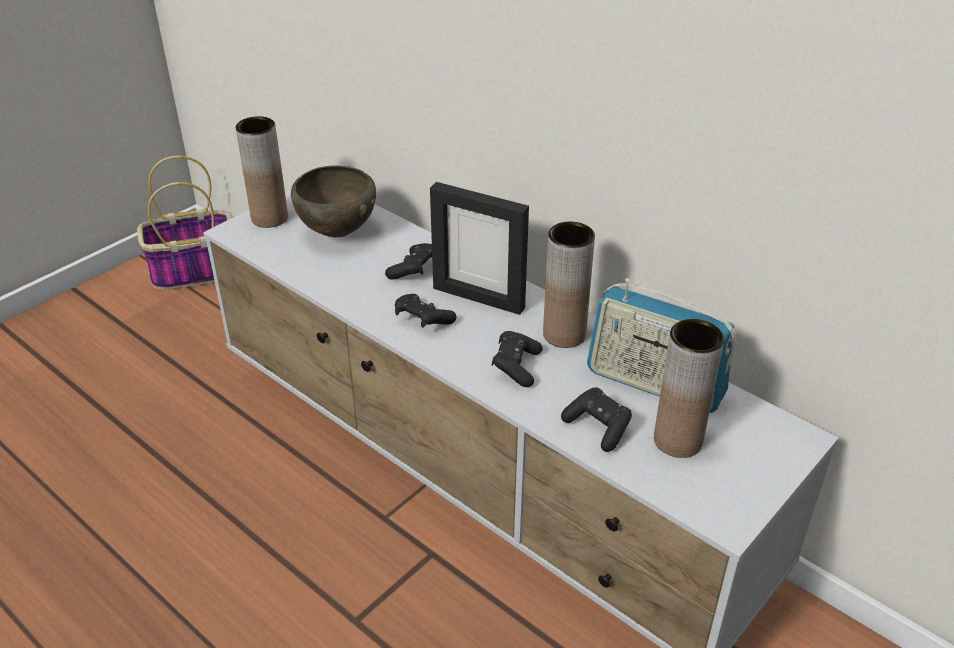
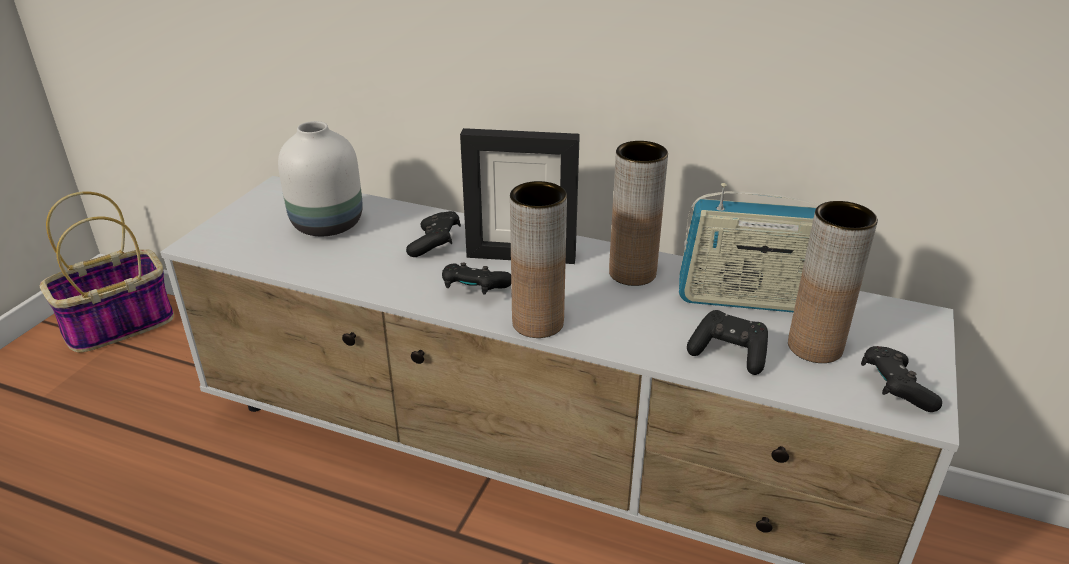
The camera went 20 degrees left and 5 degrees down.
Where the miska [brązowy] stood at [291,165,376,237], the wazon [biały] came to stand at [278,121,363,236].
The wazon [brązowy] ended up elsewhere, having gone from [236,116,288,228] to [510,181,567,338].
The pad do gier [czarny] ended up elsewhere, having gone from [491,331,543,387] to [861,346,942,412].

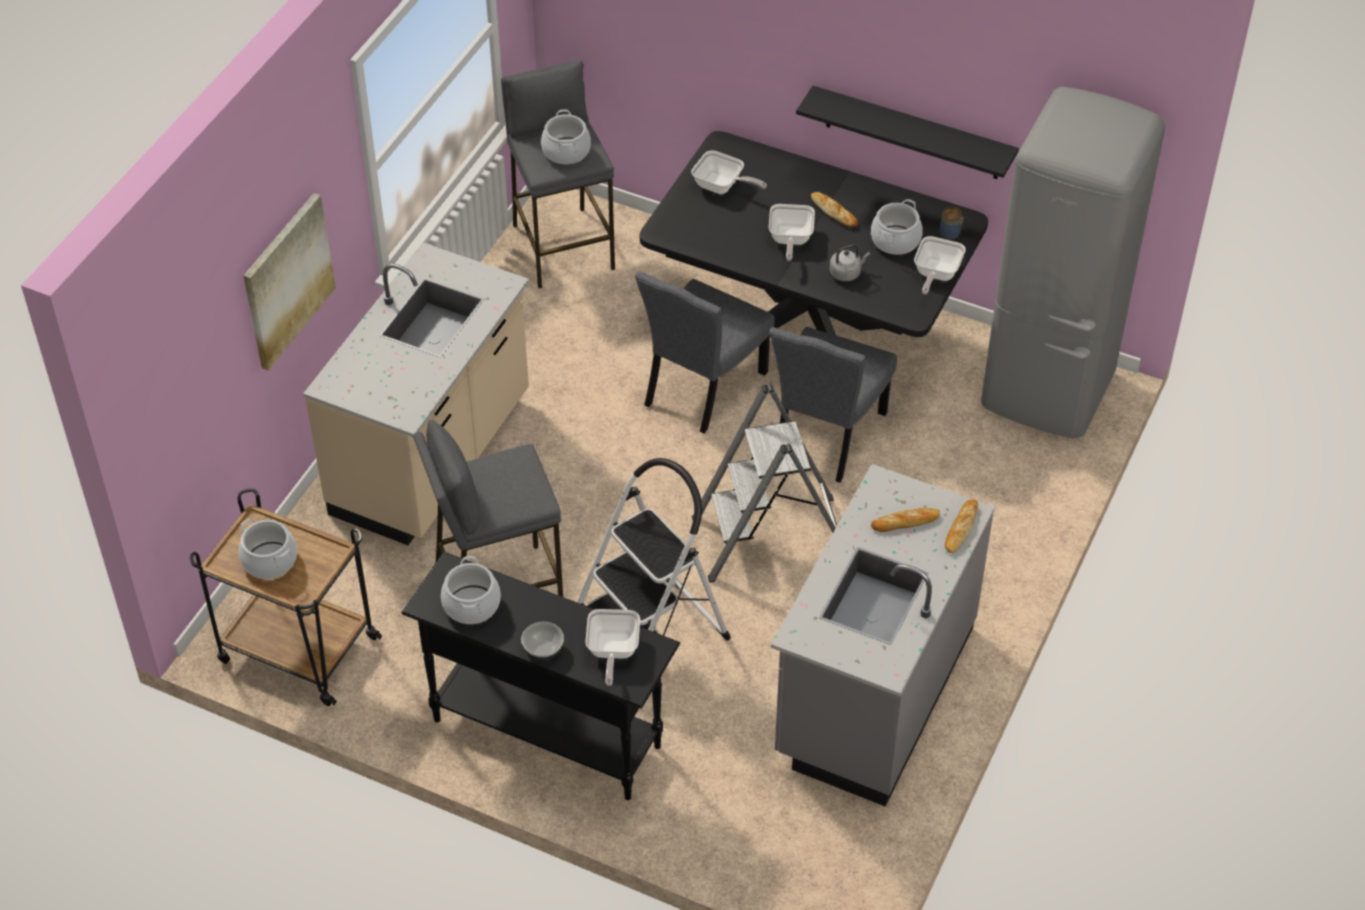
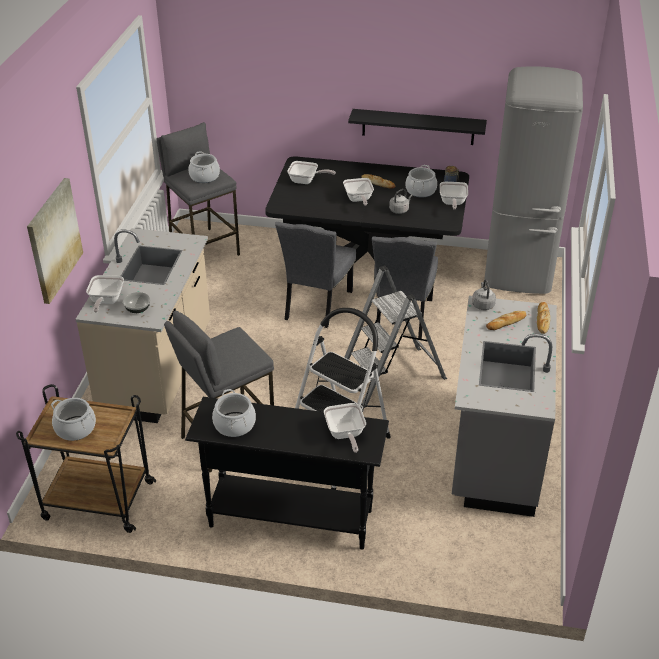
The camera went 15 degrees left and 10 degrees down.
The second view gained the patelnia at [86,275,124,313].
The miska ended up elsewhere, having gone from [521,622,564,660] to [123,292,150,313].
The second view gained the czajnik [szary] at [472,280,496,310].

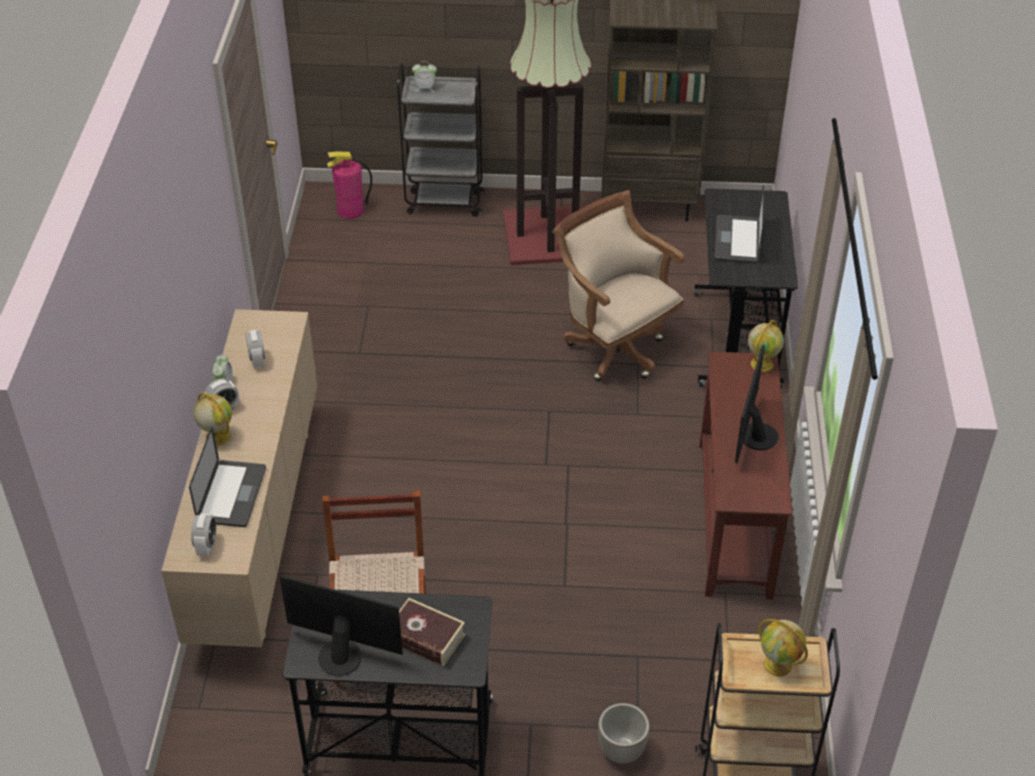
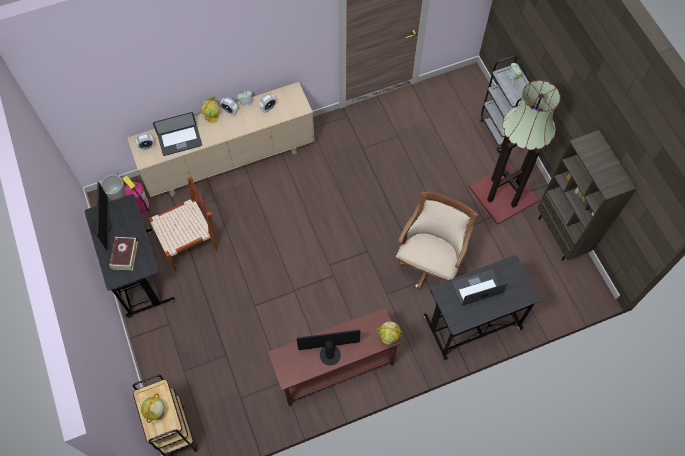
The camera went 65 degrees right and 20 degrees up.
The donica ended up elsewhere, having gone from [598,703,649,763] to [100,174,125,200].
The gaśnica ended up elsewhere, having gone from [327,152,372,219] to [122,175,150,213].

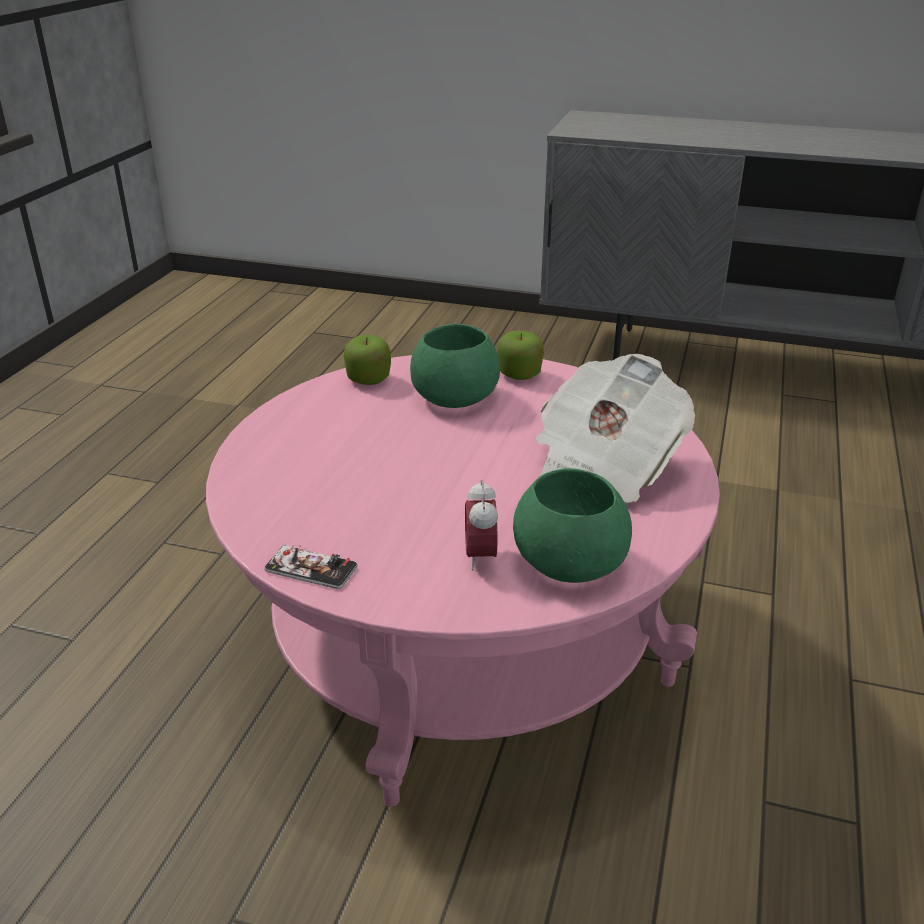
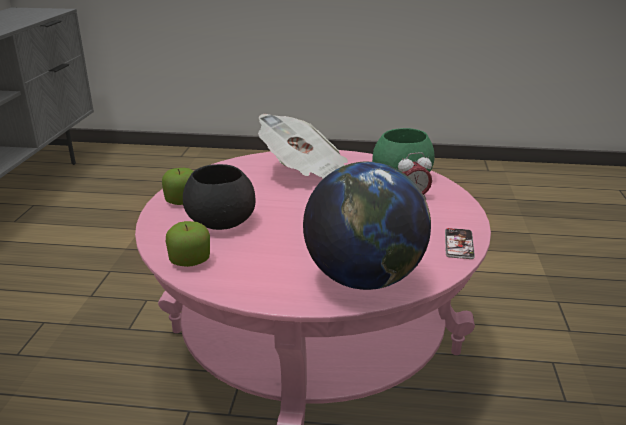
The camera went 100 degrees left and 5 degrees down.
What was the miska [zielony] at [410,324,500,408] turned into the miska [czarny] at [183,164,255,230].
The second view gained the globus at [303,161,431,290].

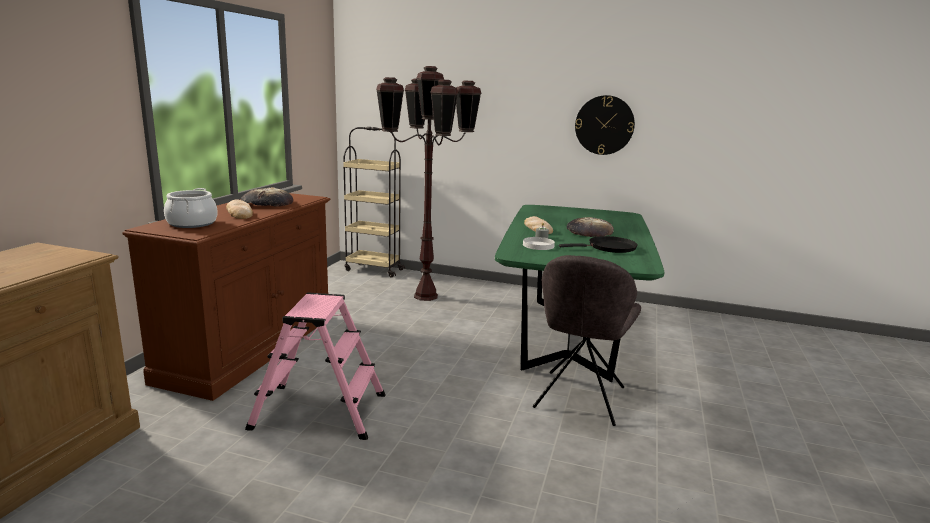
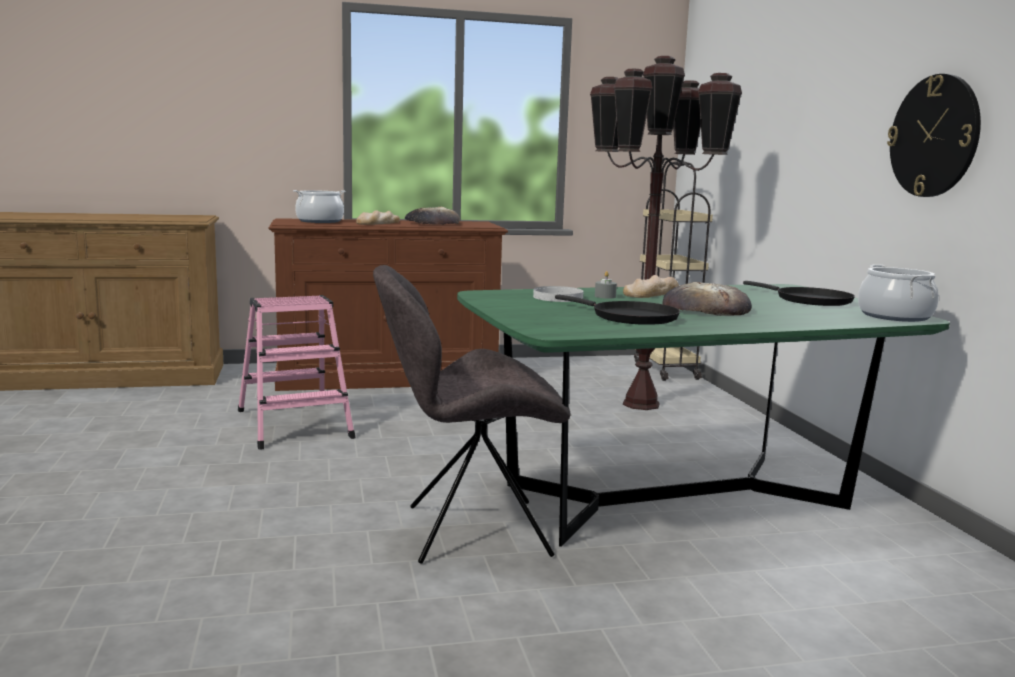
The camera went 60 degrees right and 5 degrees down.
The second view gained the patelnia [czarny] at [743,281,855,306].
The second view gained the garnek at [858,264,939,322].

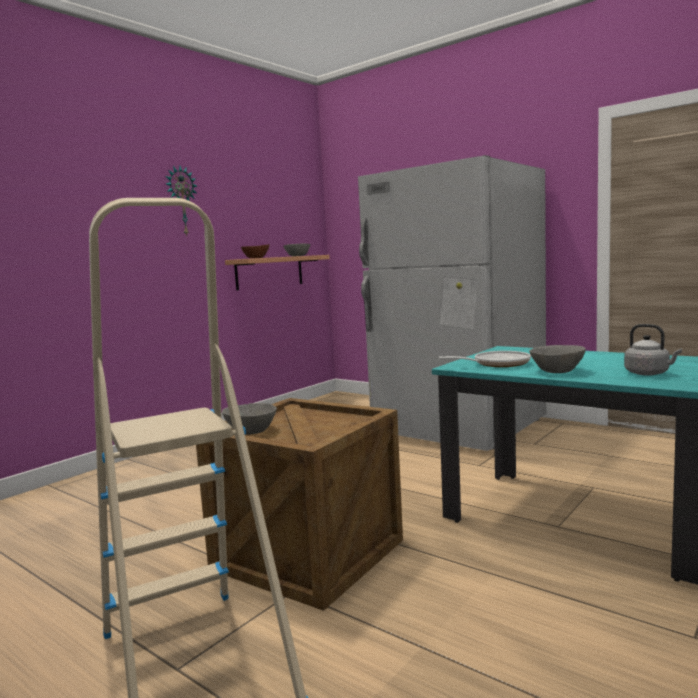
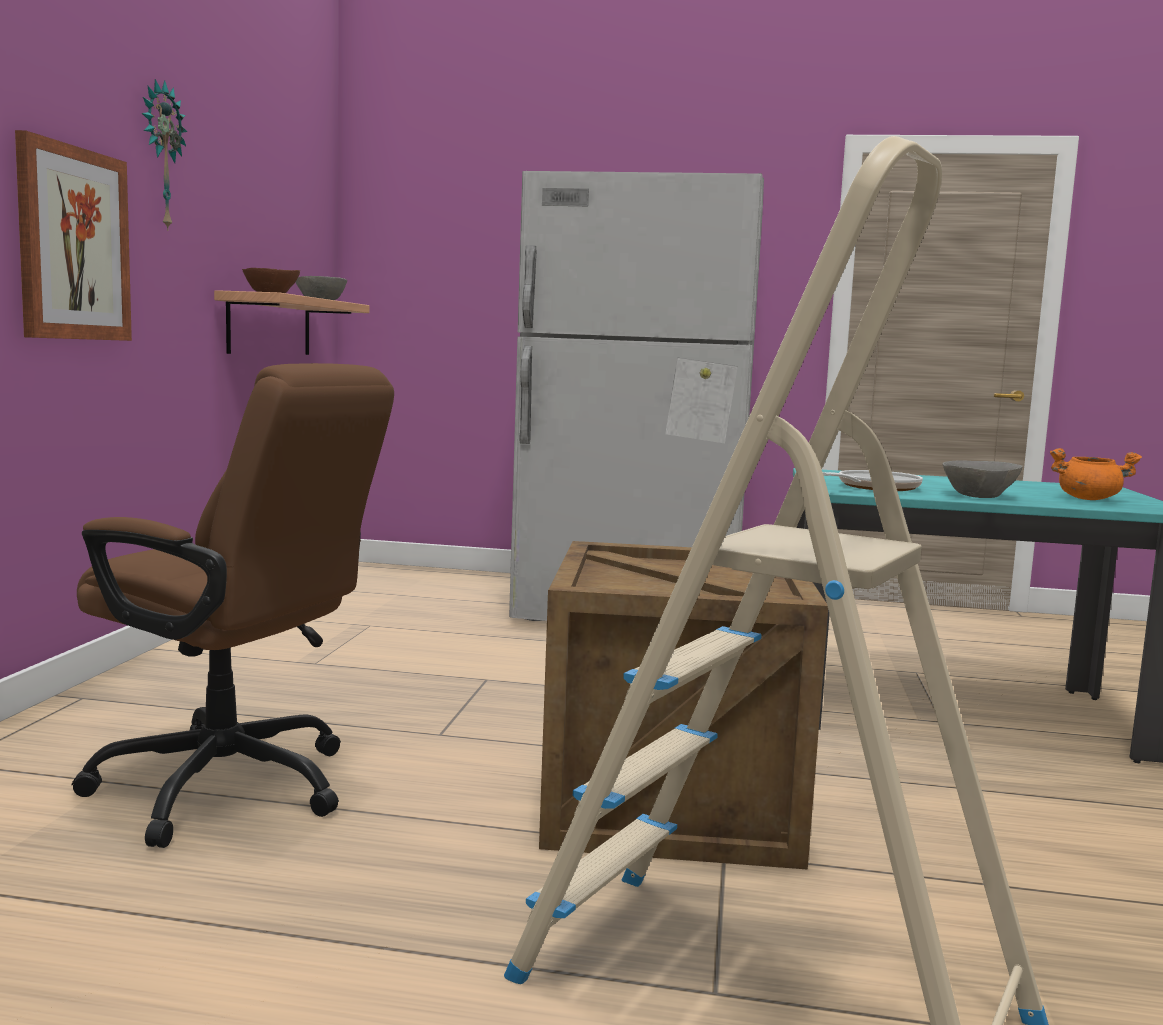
The camera went 30 degrees left and 0 degrees up.
The second view gained the obraz at [15,130,132,341].
The second view gained the krzesło biurowe [brązowy] at [71,363,394,848].
Where the czajnik [szary] stood at [624,324,682,376], the garnek [pomarańczowy] came to stand at [1050,448,1142,500].
The second view lost the miska [szary] at [222,403,277,435].

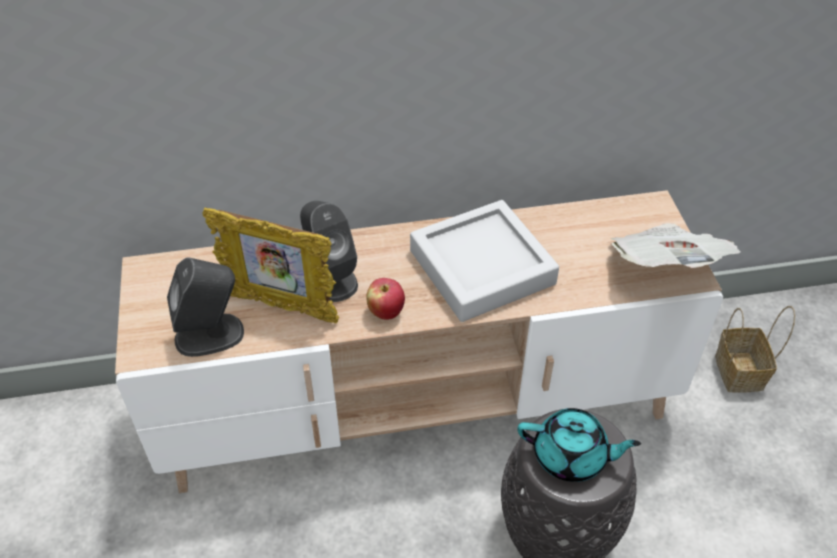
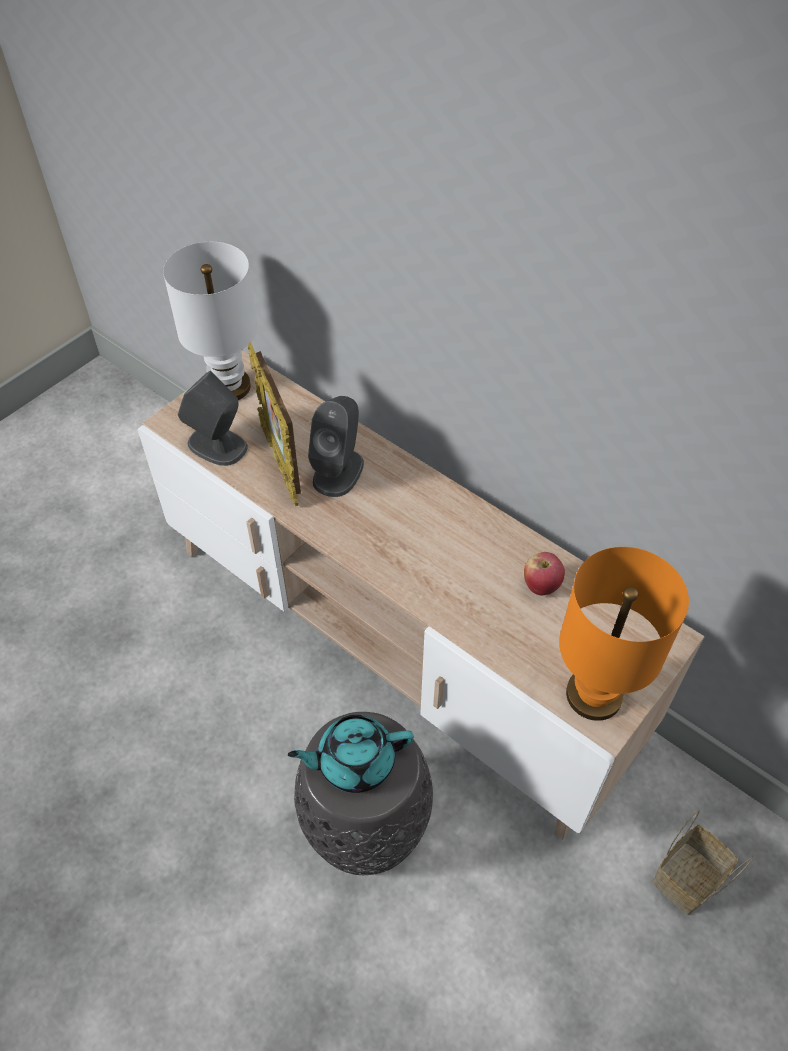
The camera went 50 degrees right and 5 degrees up.
The second view gained the lampa stołowa [biały] at [163,242,258,400].
The imbryk [turkusowy] at [517,408,641,482] ended up facing another way, 105 degrees clockwise from before.
The jabłko ended up elsewhere, having gone from [366,278,405,320] to [524,552,565,595].
Where the gazeta stood at [611,223,740,268], the lampa stołowa [pomarańczowy] came to stand at [559,547,689,721].
The second view lost the taca [szary] at [410,200,559,322].

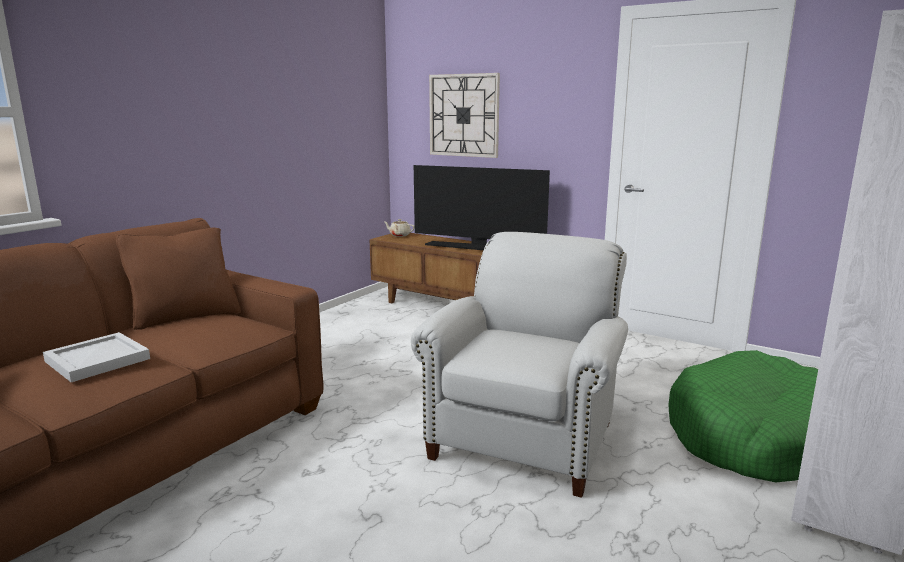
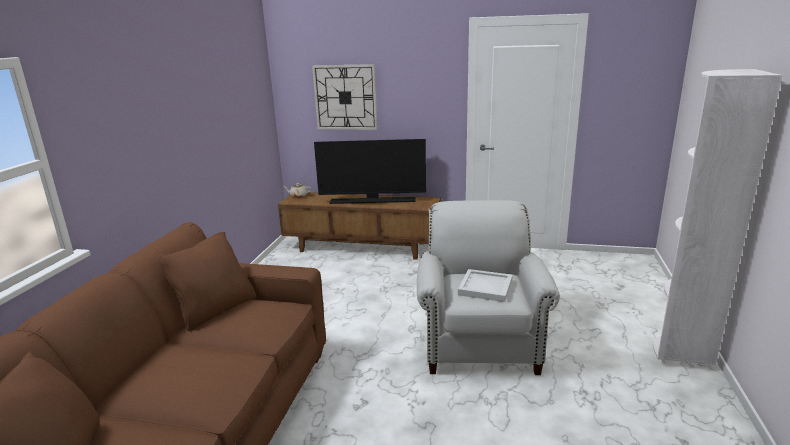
The camera went 20 degrees left and 5 degrees up.
The taca [biały] ended up elsewhere, having gone from [43,332,150,382] to [458,269,513,302].
The second view lost the legowisko [zielony] at [669,350,818,482].

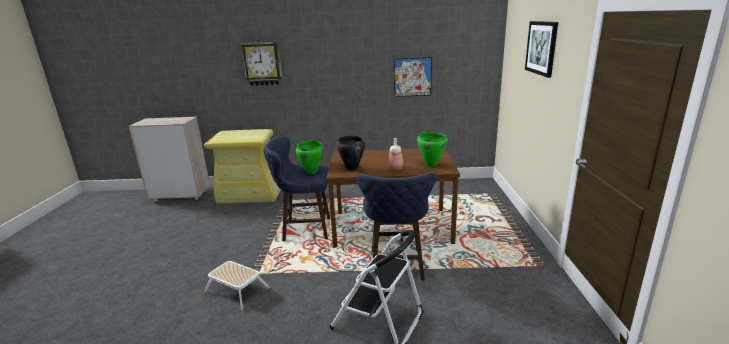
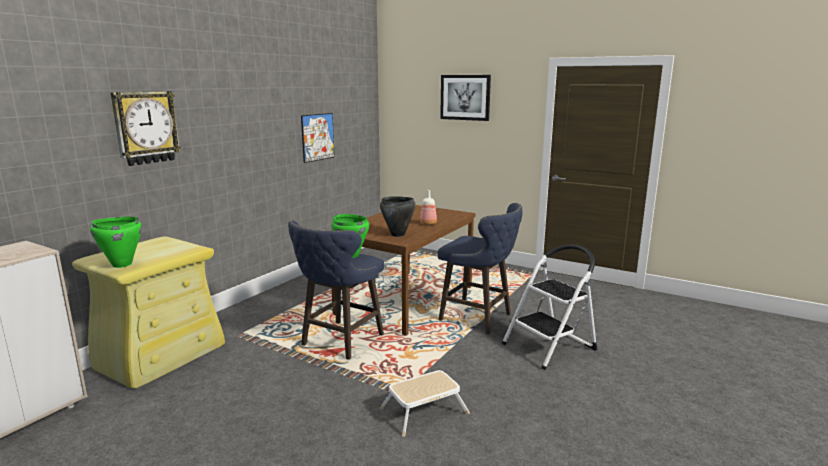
The camera went 60 degrees left and 5 degrees down.
The garnek [zielony] ended up elsewhere, having gone from [417,132,448,167] to [90,217,142,268].

